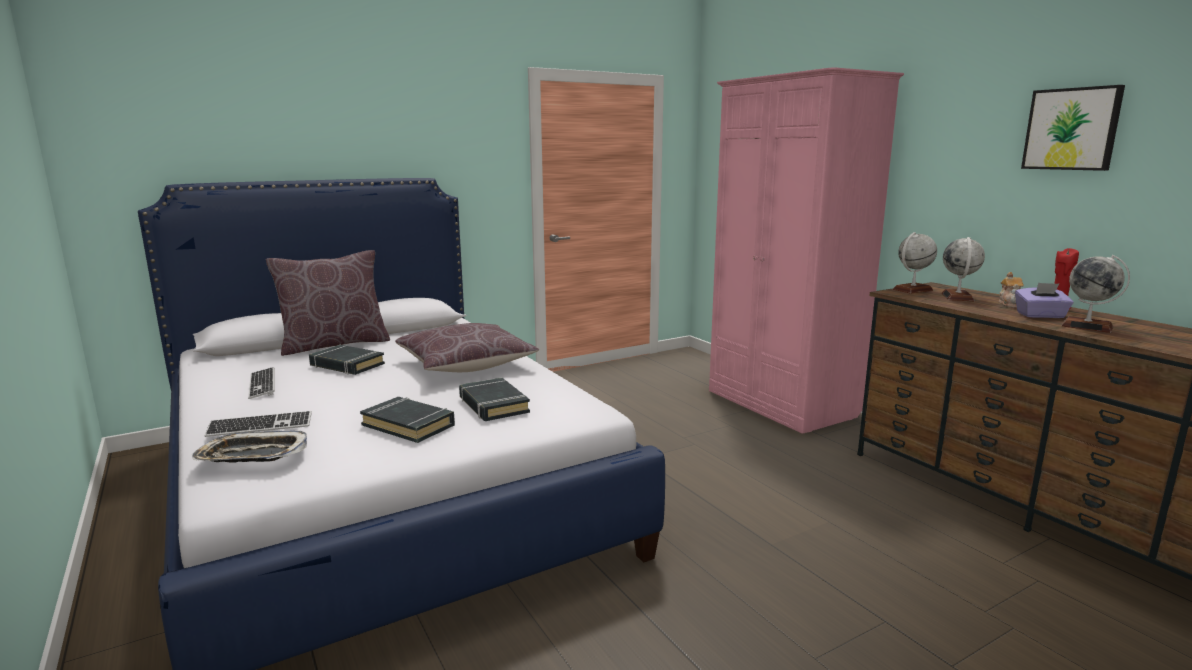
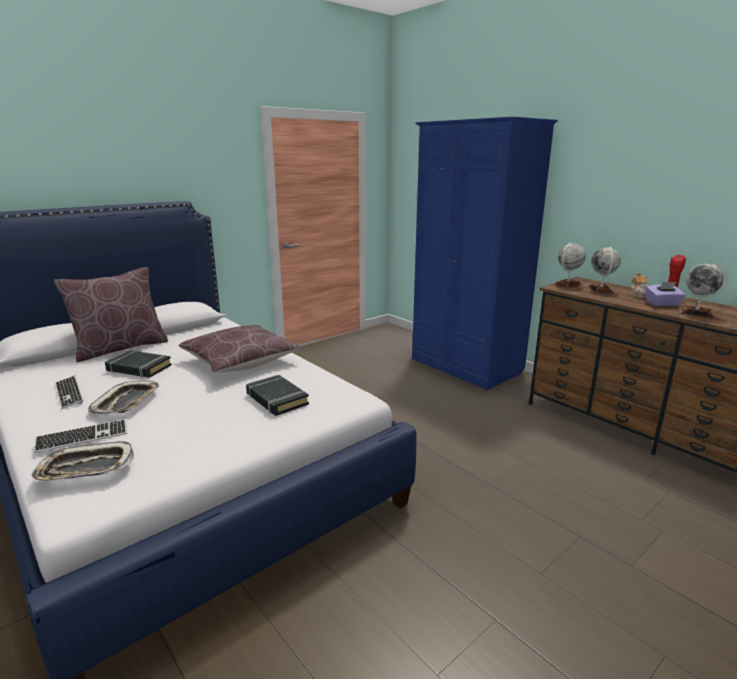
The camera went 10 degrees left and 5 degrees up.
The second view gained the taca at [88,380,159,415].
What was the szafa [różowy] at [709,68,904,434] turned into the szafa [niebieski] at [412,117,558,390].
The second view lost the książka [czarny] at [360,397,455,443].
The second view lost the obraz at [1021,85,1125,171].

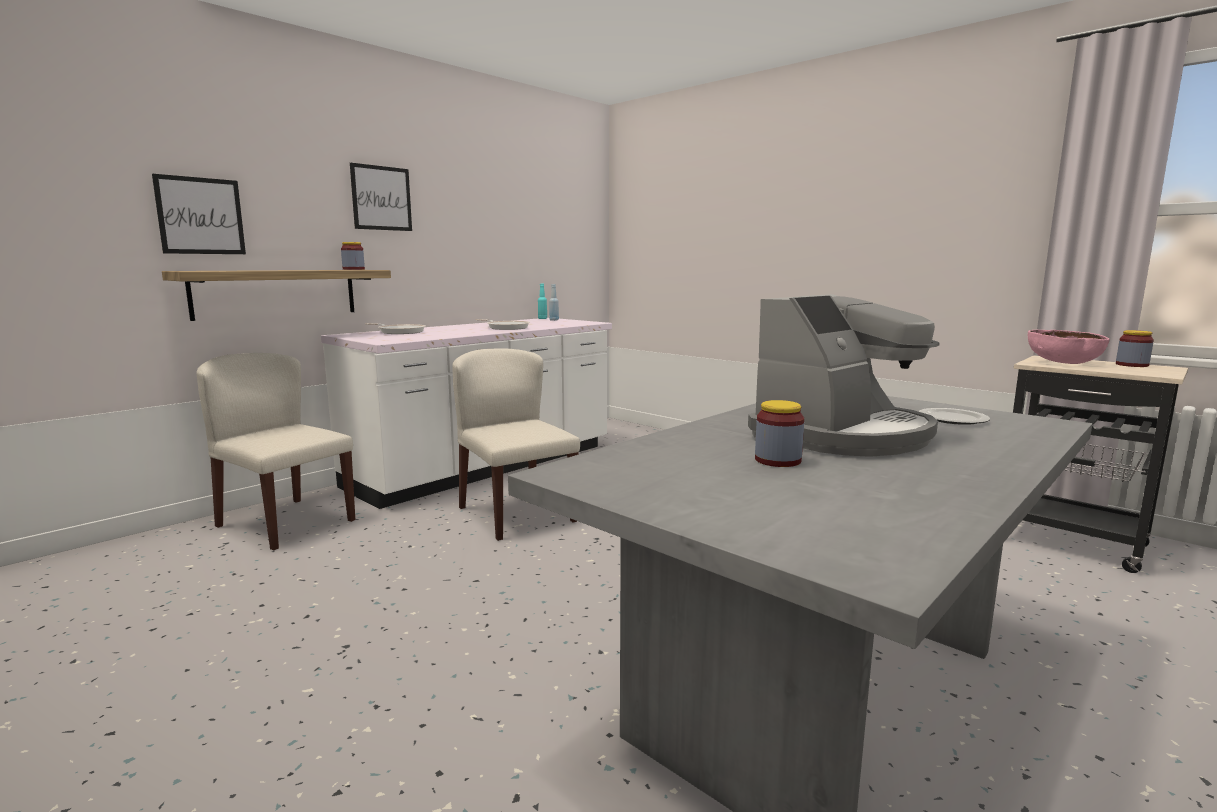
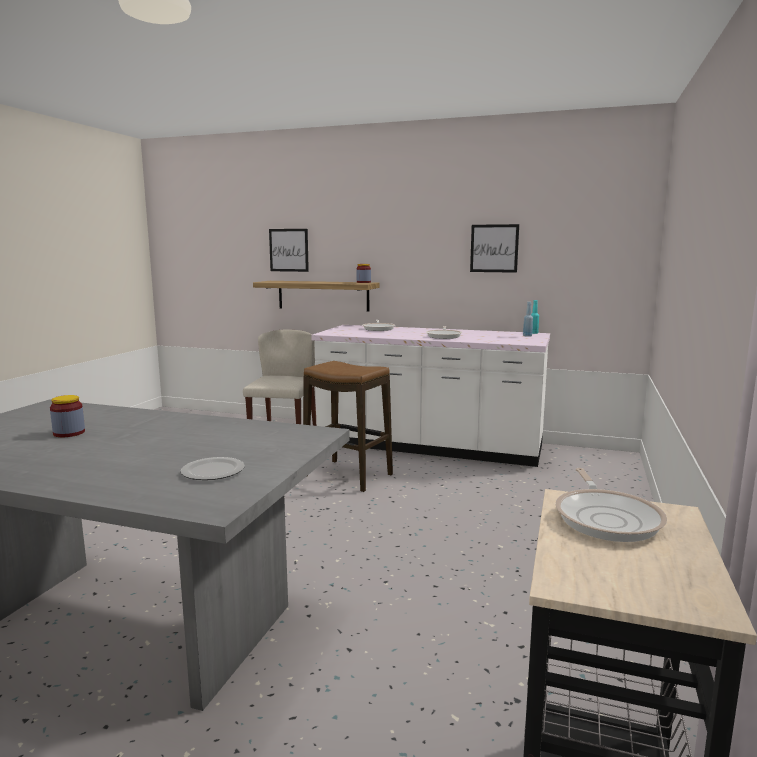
The camera went 65 degrees right and 0 degrees up.
Where the krzesło [beżowy] stood at [452,348,580,541], the stołek came to stand at [303,361,393,492].
The obraz ended up elsewhere, having gone from [350,163,412,231] to [470,224,519,273].
Where the miska [różowy] stood at [1028,330,1110,364], the patelnia came to stand at [555,468,667,542].
The second view lost the ekspres do kawy at [748,294,940,457].
The second view lost the słoik at [1116,330,1154,367].

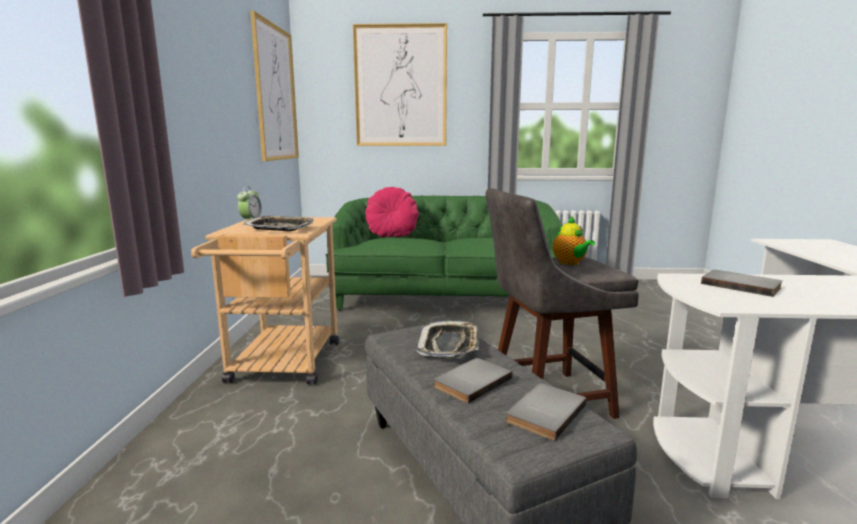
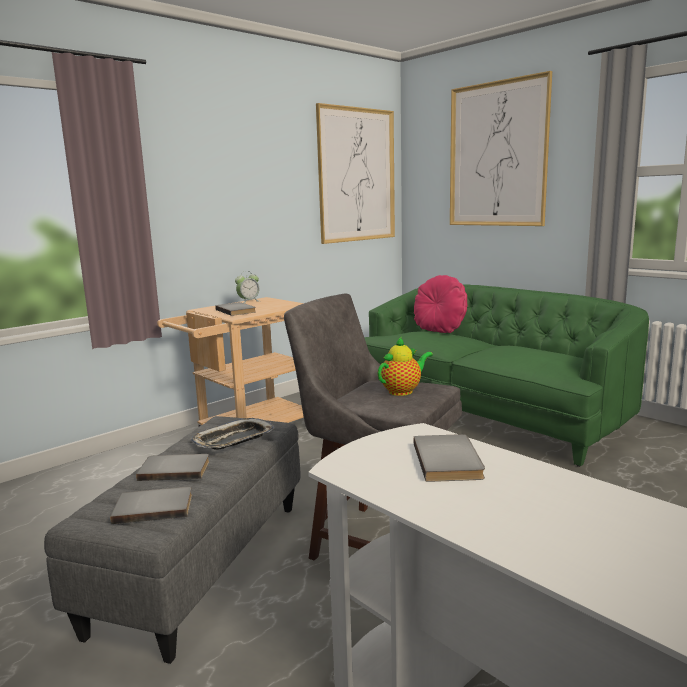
The camera went 45 degrees right and 0 degrees up.
Where the taca stood at [243,216,314,231], the książka [szary] came to stand at [215,302,256,316].
The imbryk at [553,216,595,265] ended up facing another way, 150 degrees counterclockwise from before.

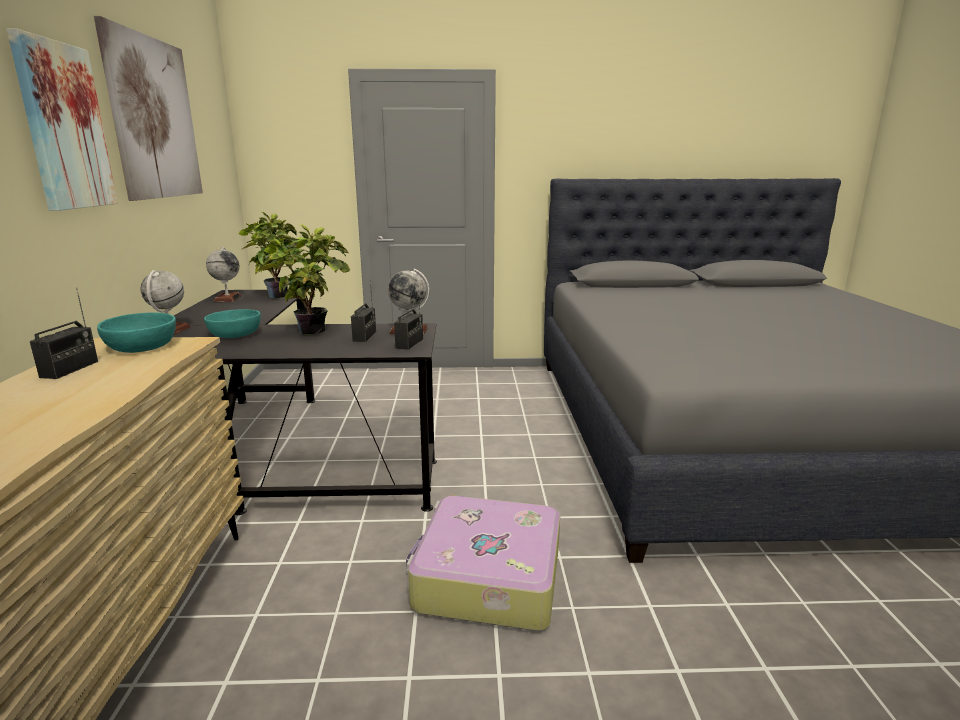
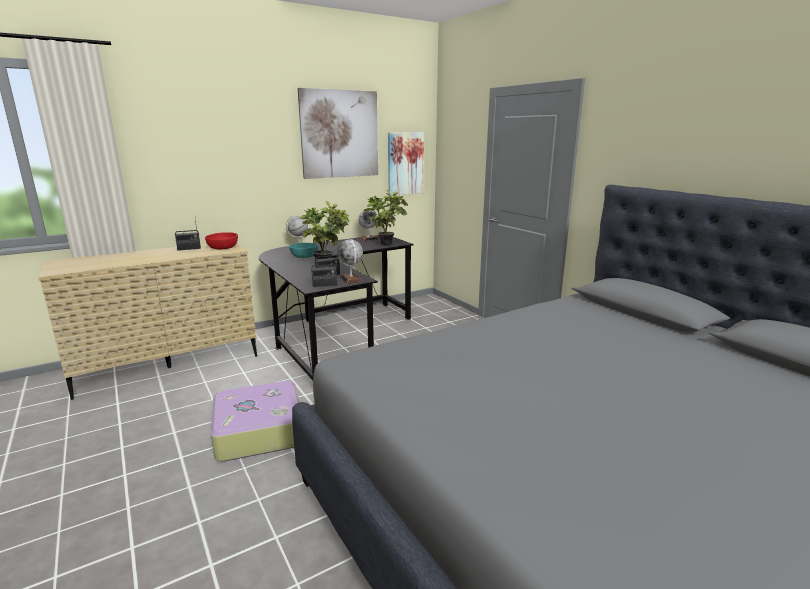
The camera went 60 degrees right and 0 degrees up.
What was the miska [turkusowy] at [97,313,176,353] turned into the miska [czerwony] at [205,232,238,250].
The obraz ended up elsewhere, having gone from [6,28,118,211] to [388,132,424,196].

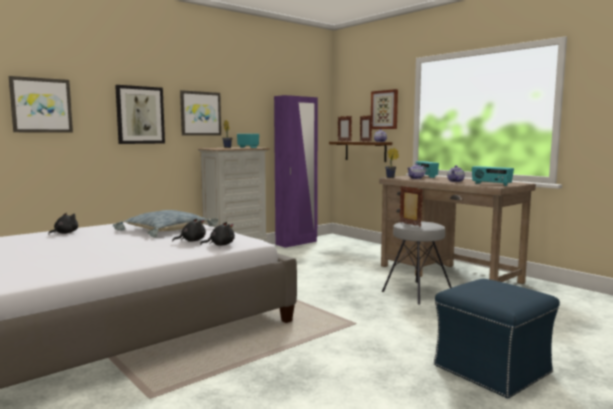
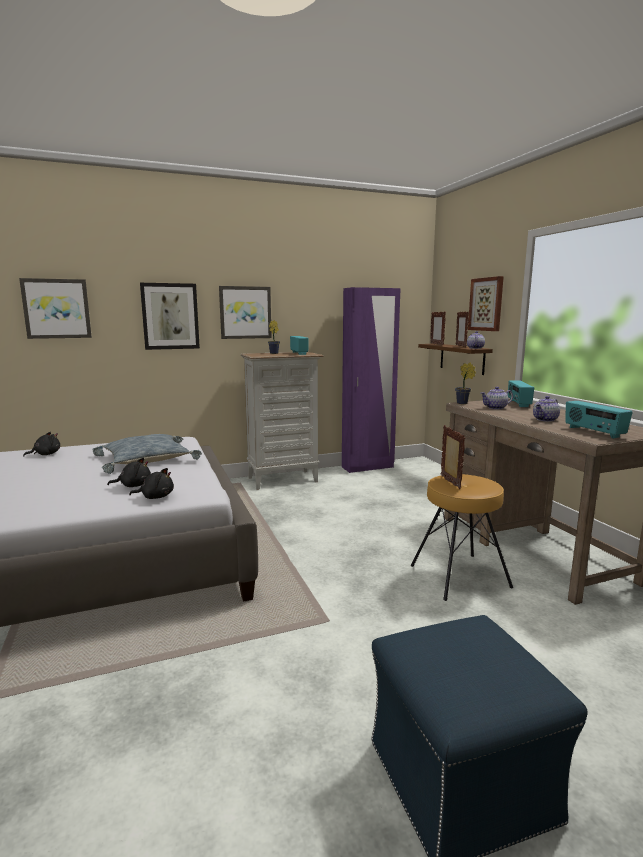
The camera went 20 degrees right and 5 degrees up.
What was the stołek [szary] at [382,221,452,305] turned into the stołek [brązowy] at [411,474,513,601].

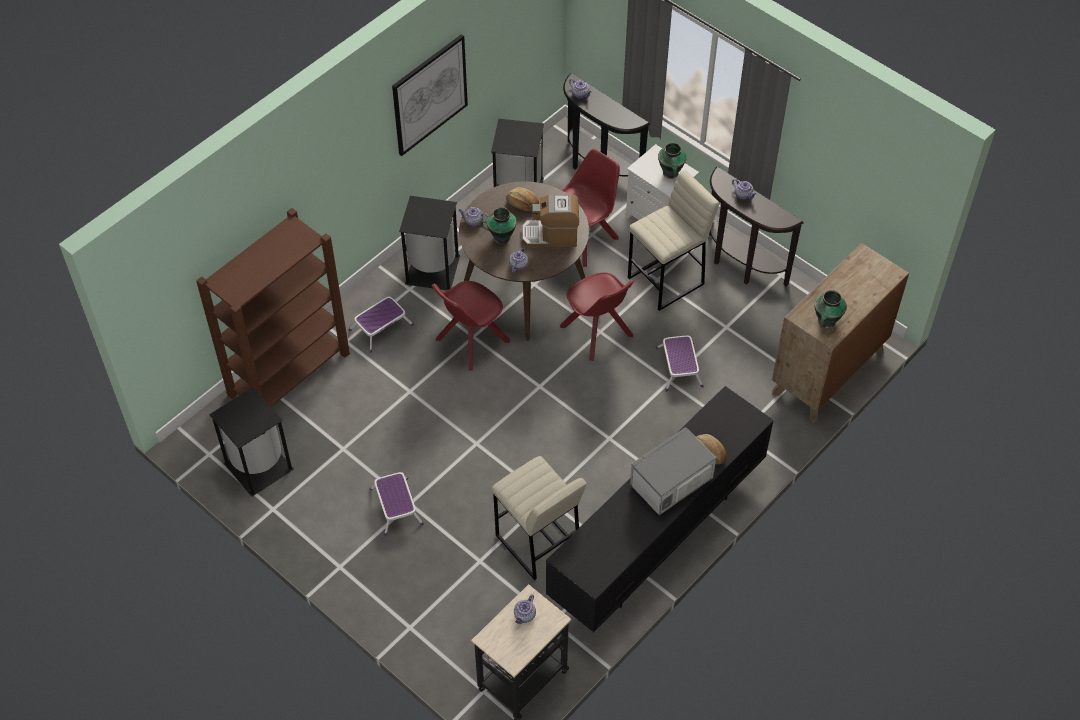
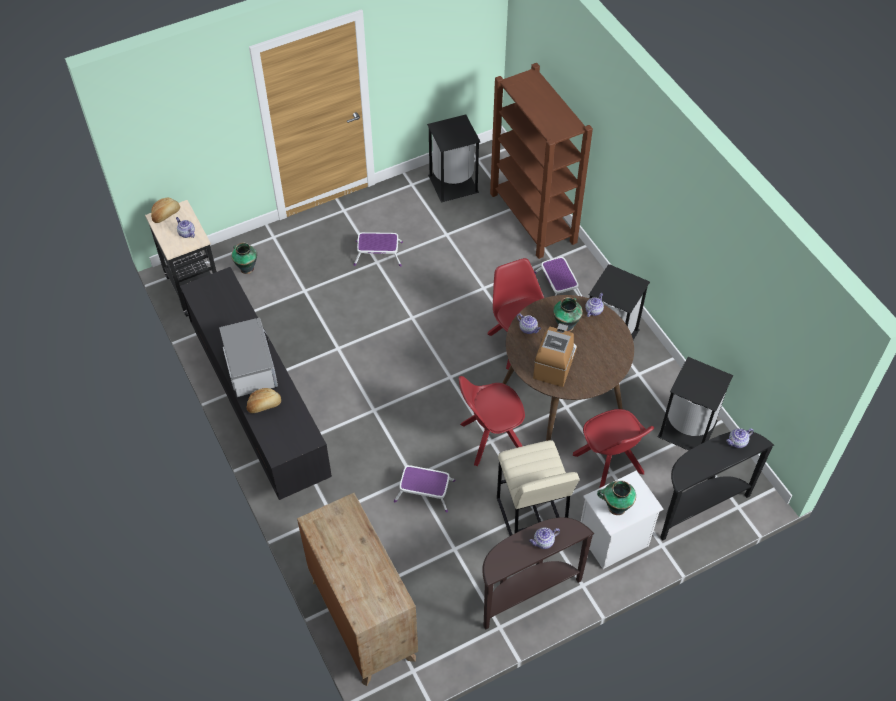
The camera went 110 degrees right and 0 degrees up.
The chleb ended up elsewhere, having gone from [507,187,539,211] to [151,198,180,223].
The wazon ended up elsewhere, having gone from [814,290,847,328] to [231,243,257,274].
The second view lost the obraz at [392,34,468,156].
The second view lost the stołek [beżowy] at [492,456,587,580].

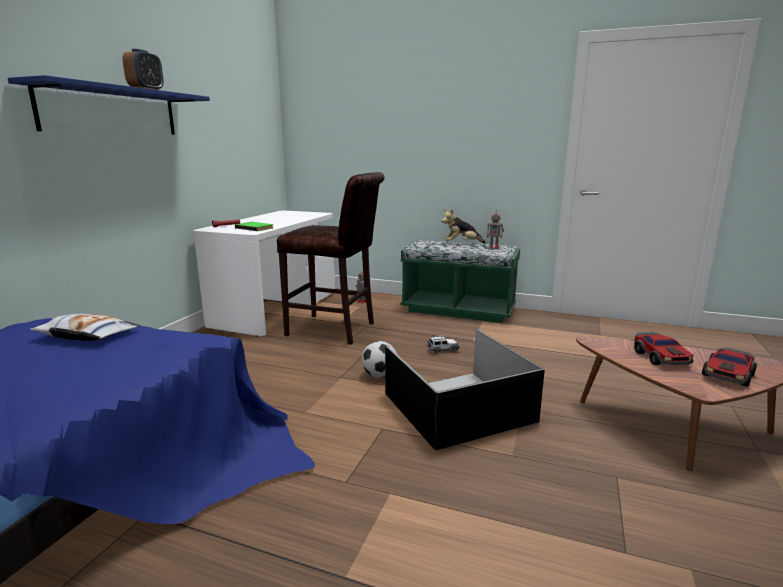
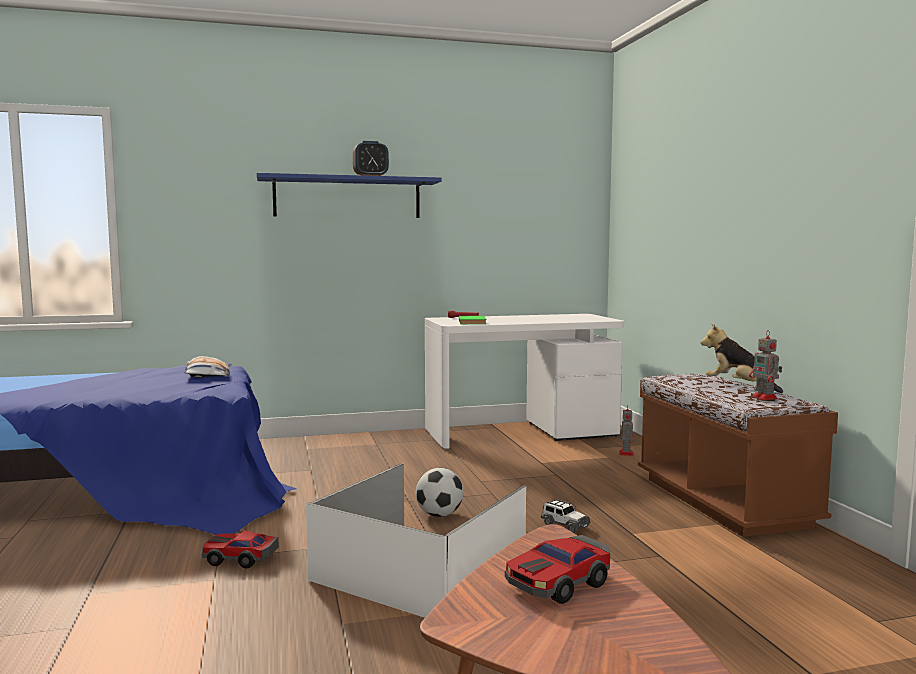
The camera went 55 degrees right and 10 degrees down.
The samochodzik ended up elsewhere, having gone from [702,347,757,387] to [202,530,279,569].
What was the pojemnik do przechowywania [czarny] at [385,329,545,450] turned into the pojemnik do przechowywania [biały] at [306,463,526,618].
What was the ławka [zielony] at [401,240,520,323] turned into the ławka [brązowy] at [638,374,838,537].
The second view lost the stołek [brązowy] at [277,172,385,345].

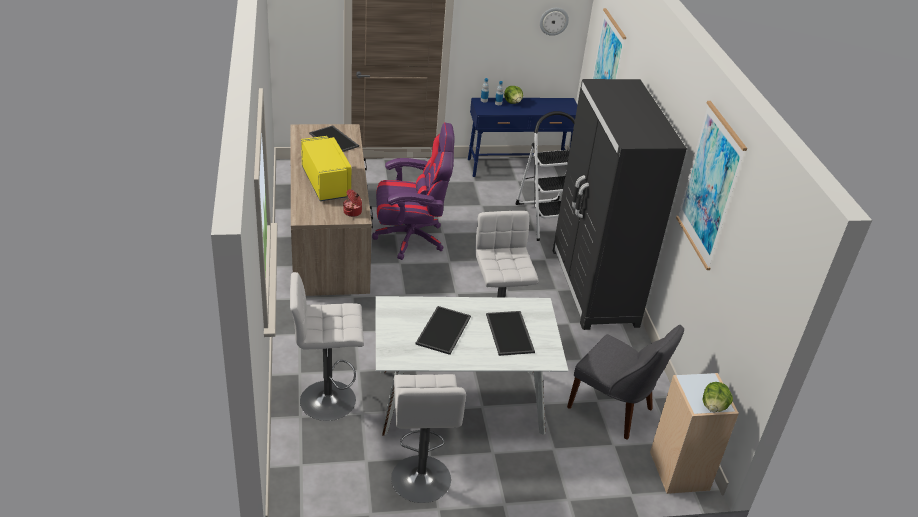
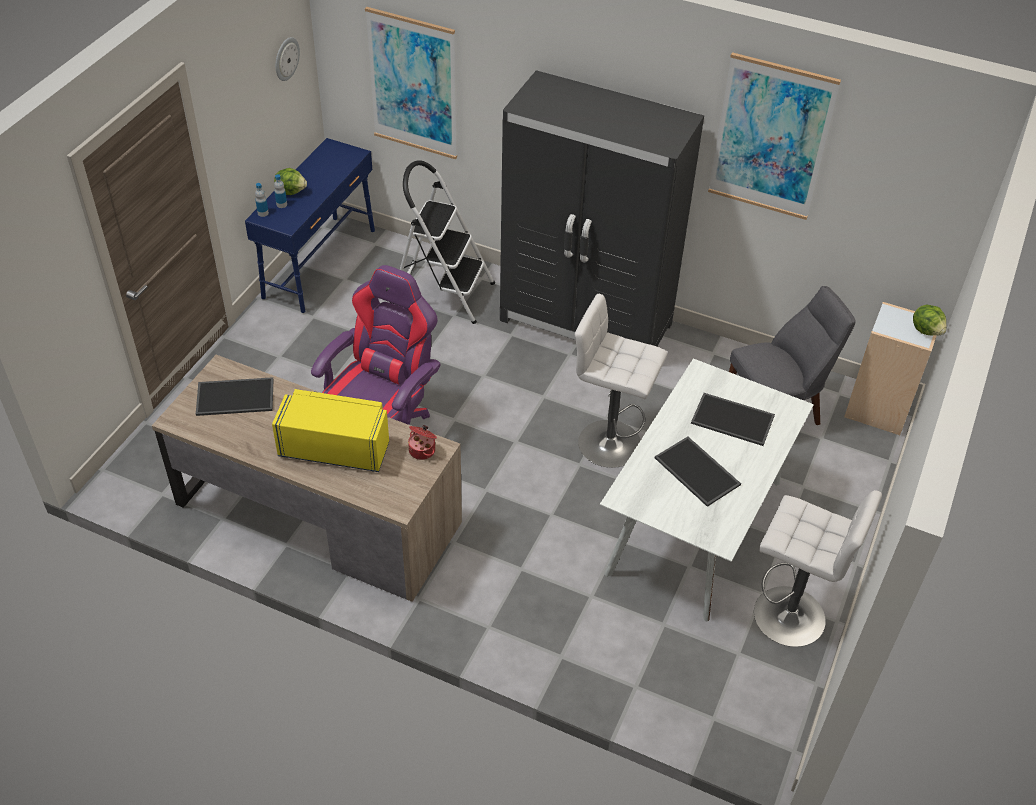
The camera went 55 degrees left and 10 degrees up.
The second view lost the stołek [biały] at [290,272,364,421].

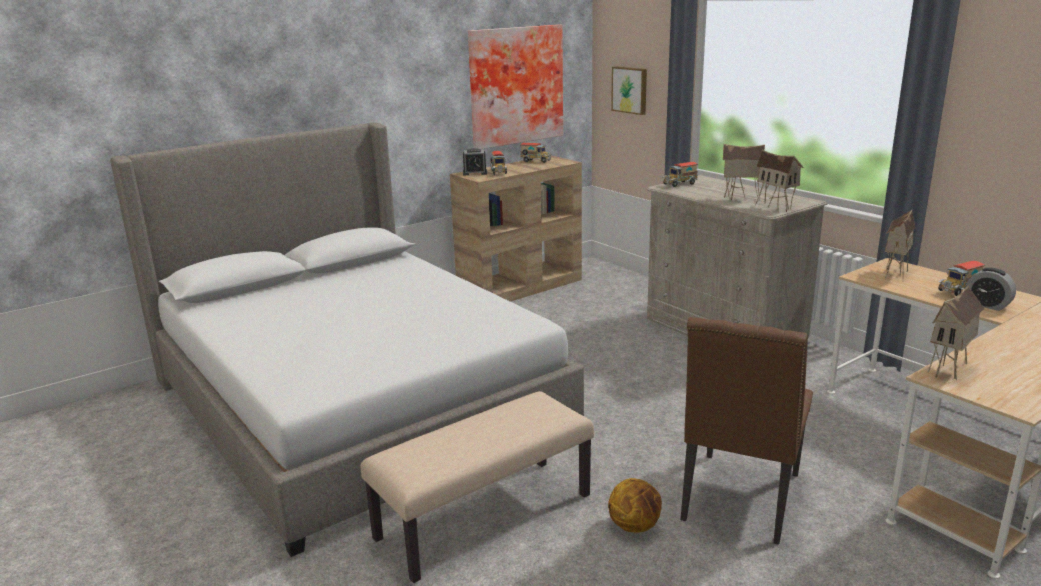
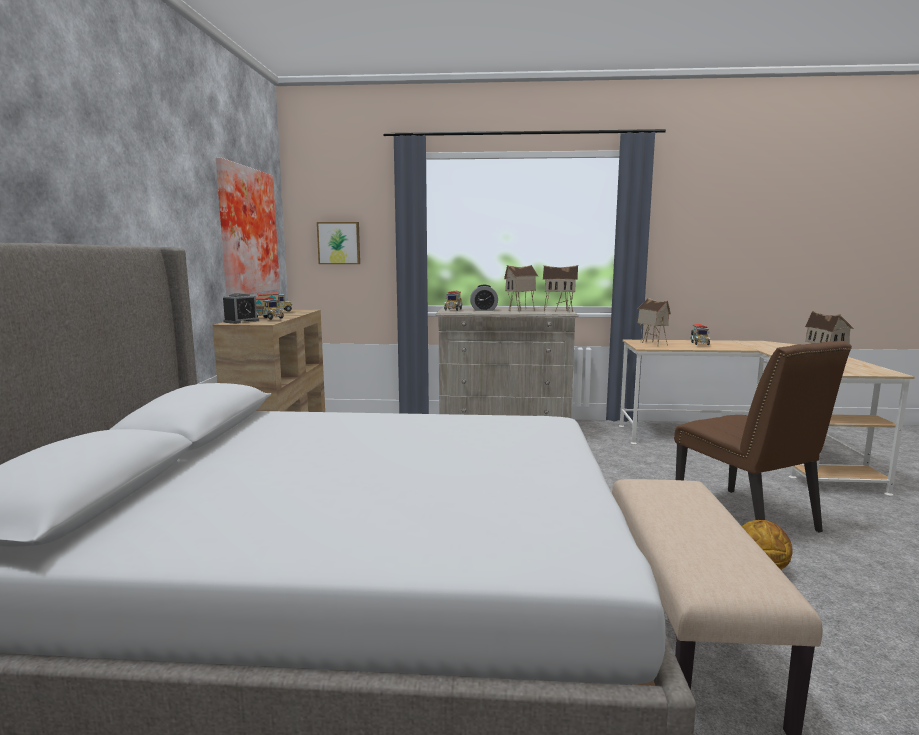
The camera went 50 degrees left and 10 degrees down.
The budzik ended up elsewhere, having gone from [965,268,1016,311] to [470,285,498,311].

